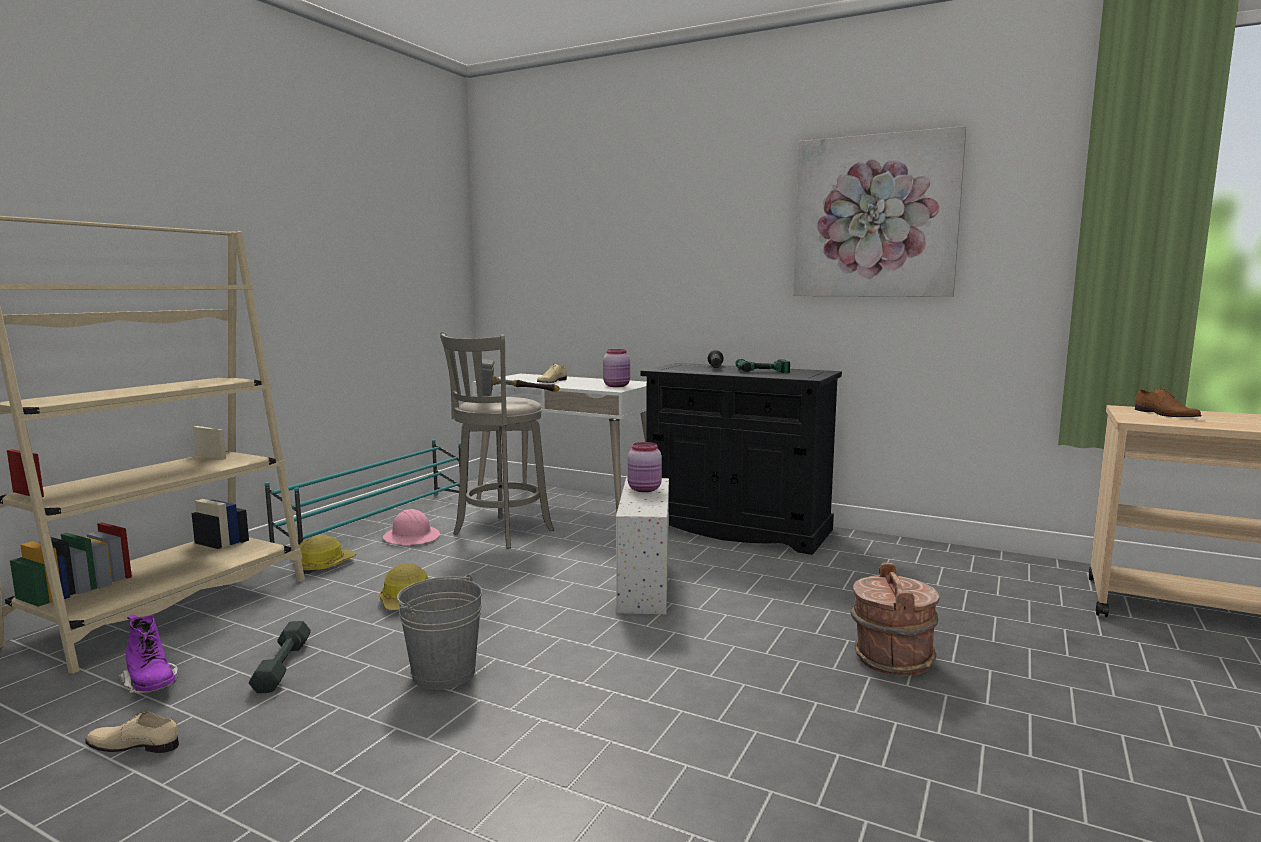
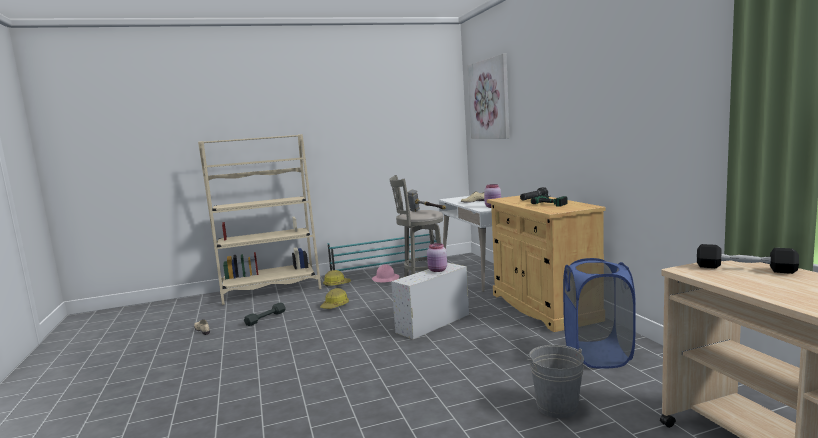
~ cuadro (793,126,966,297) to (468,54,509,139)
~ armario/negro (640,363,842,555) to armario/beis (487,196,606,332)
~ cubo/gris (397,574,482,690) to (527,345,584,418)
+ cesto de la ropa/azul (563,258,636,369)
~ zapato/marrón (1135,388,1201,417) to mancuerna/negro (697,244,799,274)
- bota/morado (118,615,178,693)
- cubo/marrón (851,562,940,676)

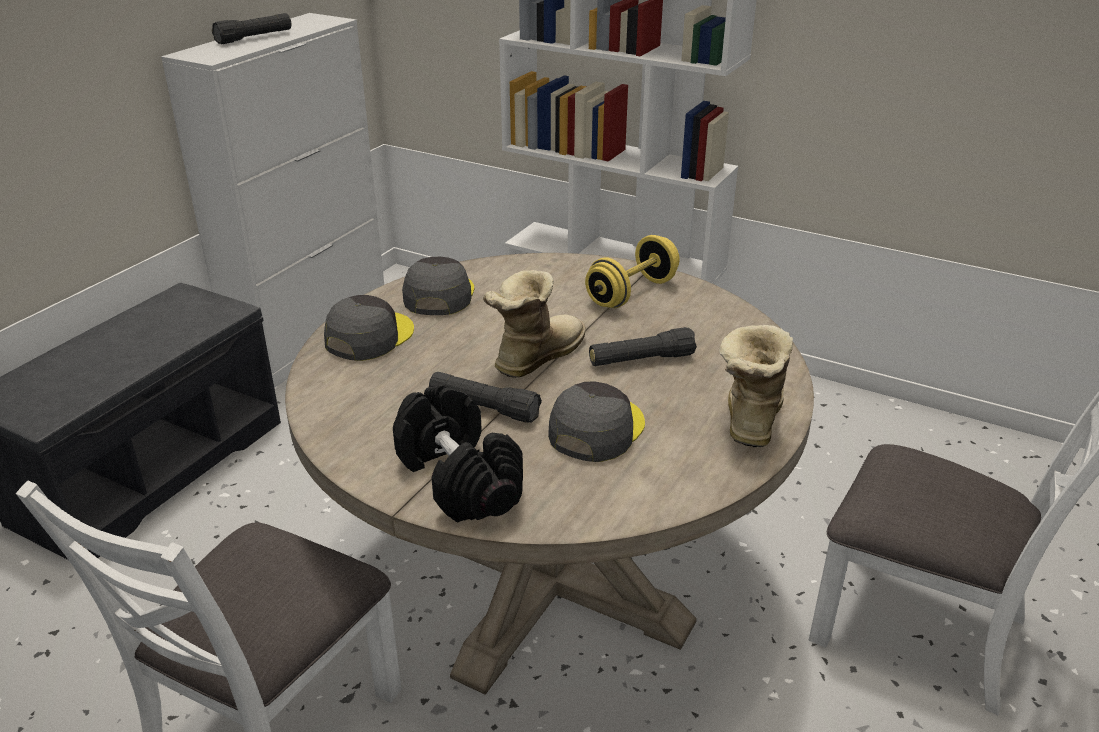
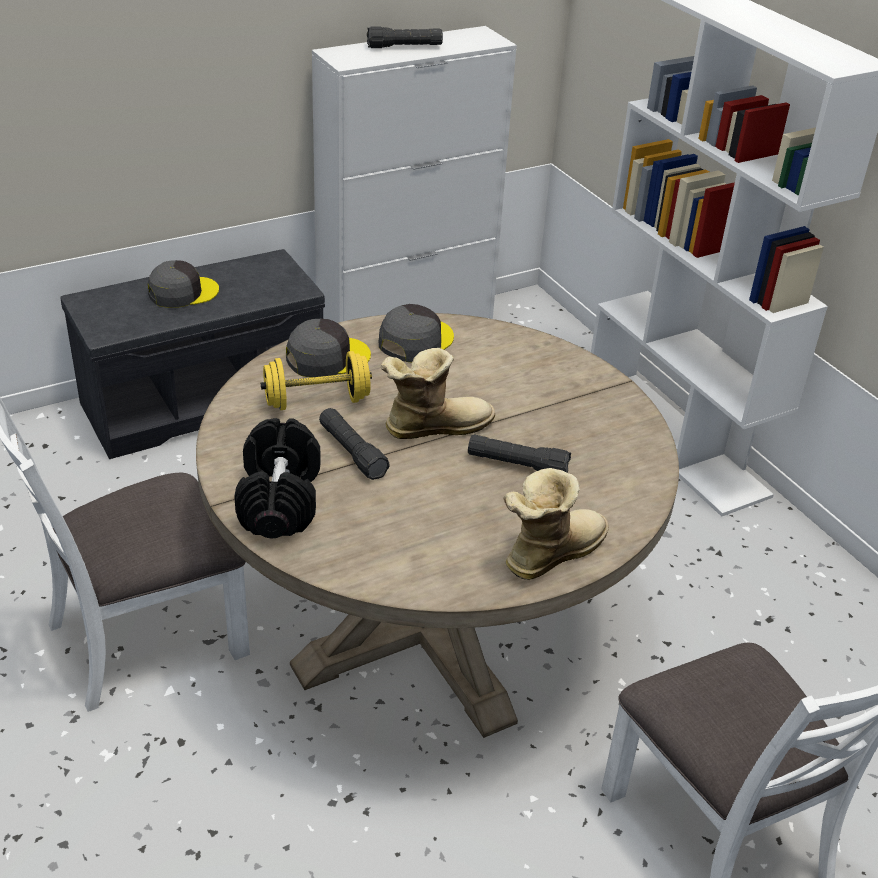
~ gorra/gris (548,382,645,462) to (148,260,219,308)
~ mancuerna/amarillo (585,235,680,308) to (261,351,372,410)

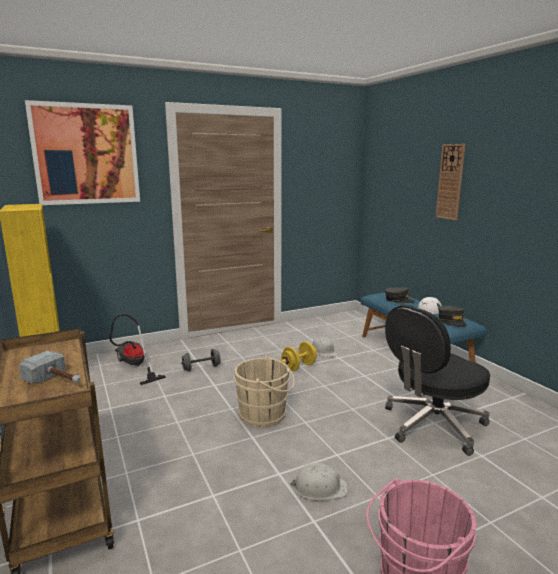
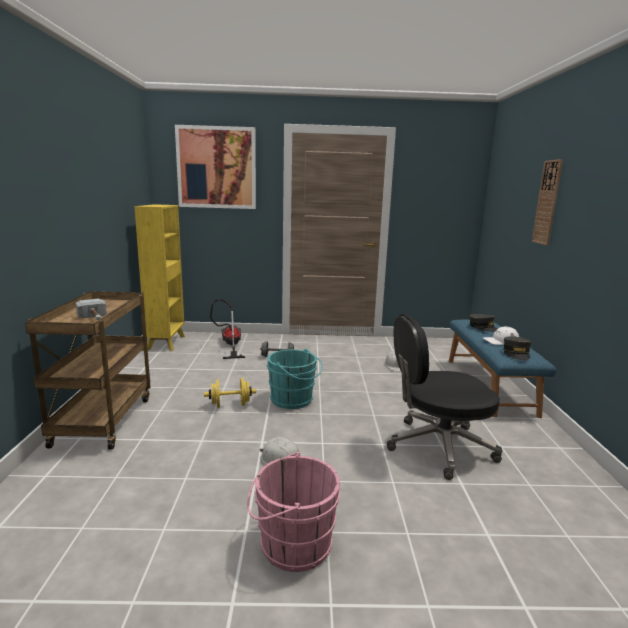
~ mancuerna/amarillo (281,342,317,371) to (204,378,256,408)
~ cubo/beis (234,356,295,427) to cubo/turquesa (267,349,323,409)

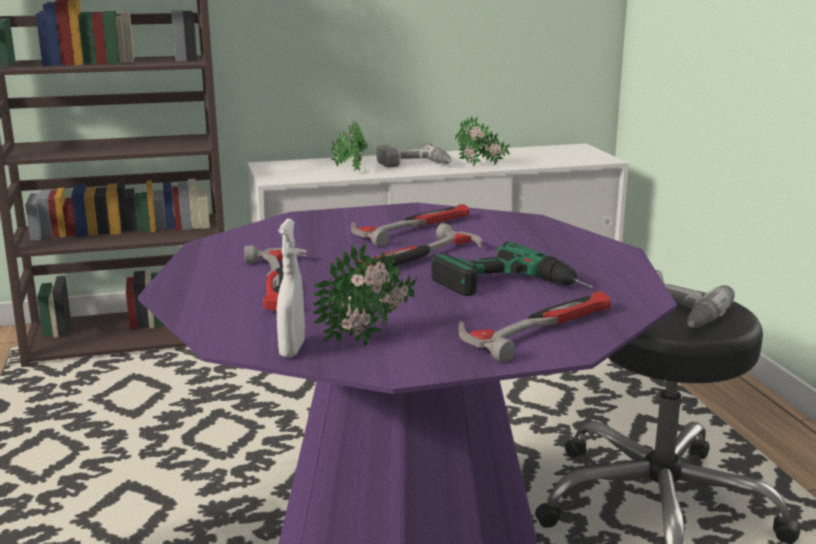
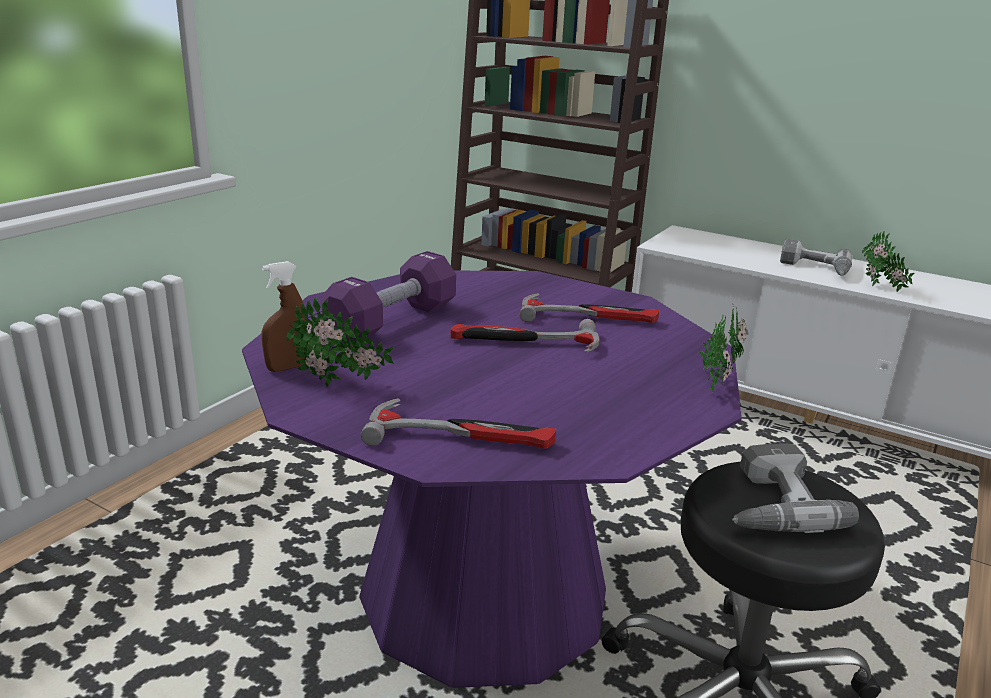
~ pulverizador/blanco (277,219,305,357) to pulverizador/marrón (261,261,307,372)
~ martillo (244,245,308,311) to mancuerna/morado (322,251,456,342)
~ planta en maceta (331,120,368,171) to (699,303,748,394)
- taladro (432,242,593,296)

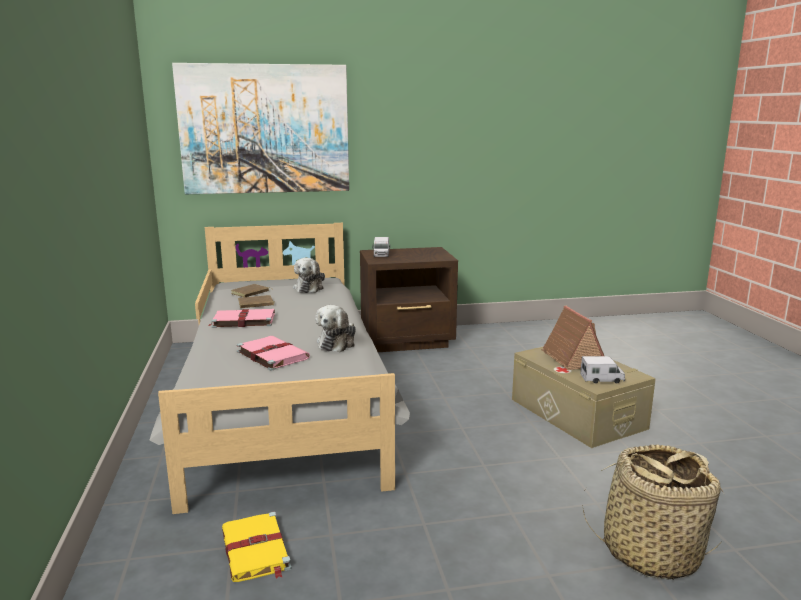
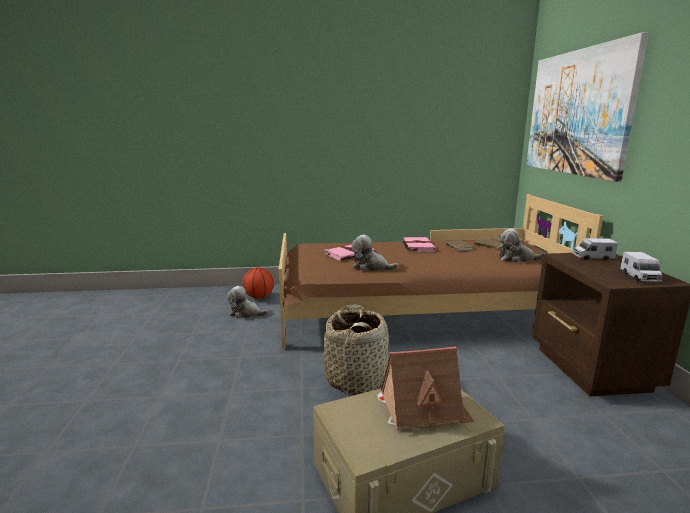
~ libro/amarillo (222,512,292,582) to peluche (227,286,269,319)
+ balón de baloncesto (243,267,274,299)
~ cama/gris (150,223,410,514) to cama/marrón (279,194,603,350)
~ cesta (582,444,724,580) to (323,304,389,395)
~ camión de juguete (580,356,625,384) to (620,252,662,282)

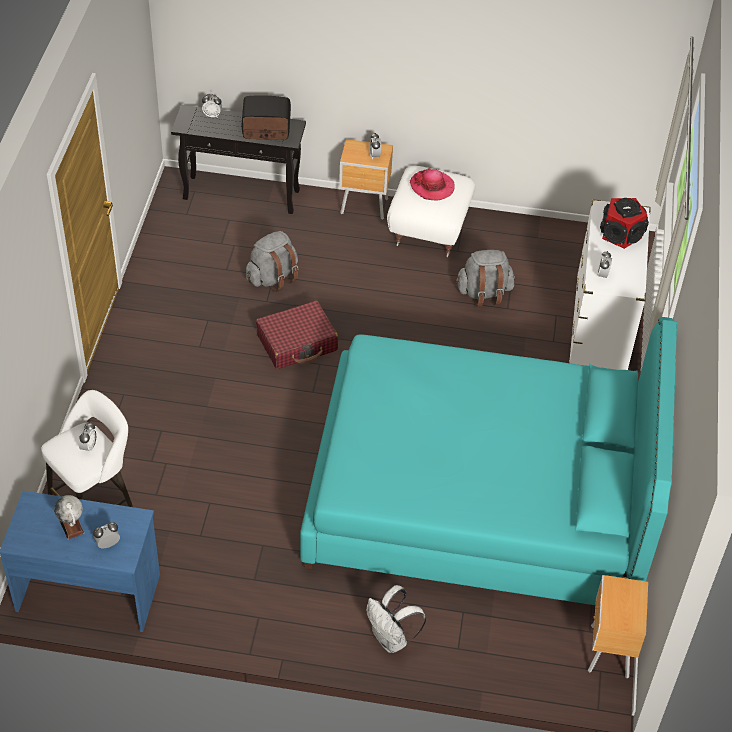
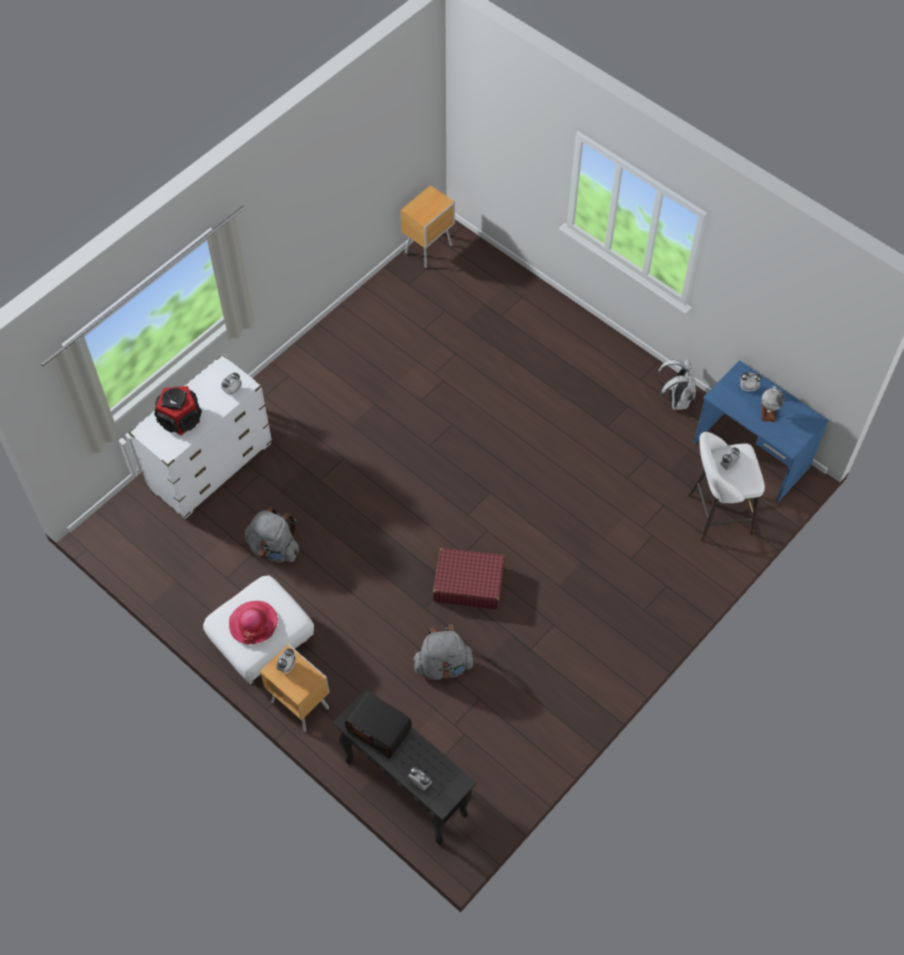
~ mochila/blanco (366,585,426,653) to (657,359,696,410)
- cama/turquesa (300,317,677,605)

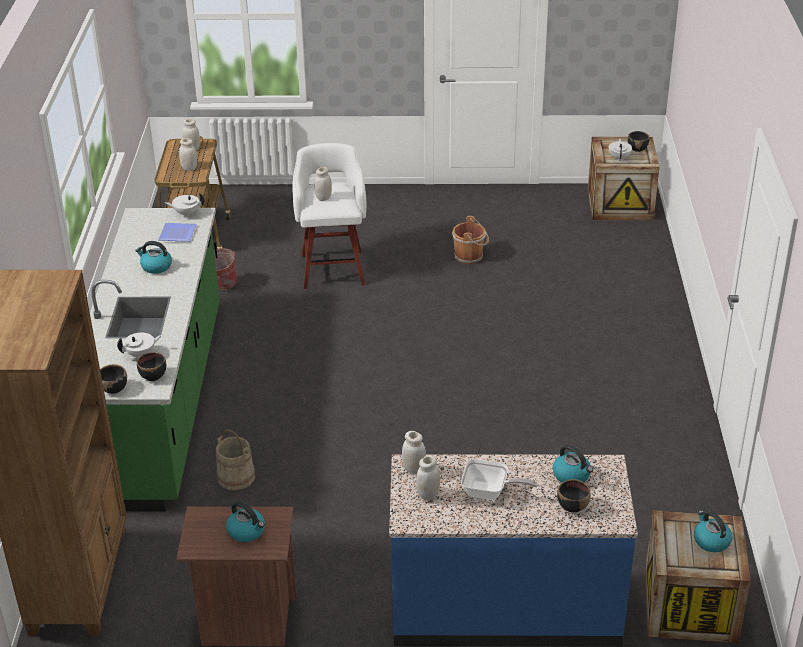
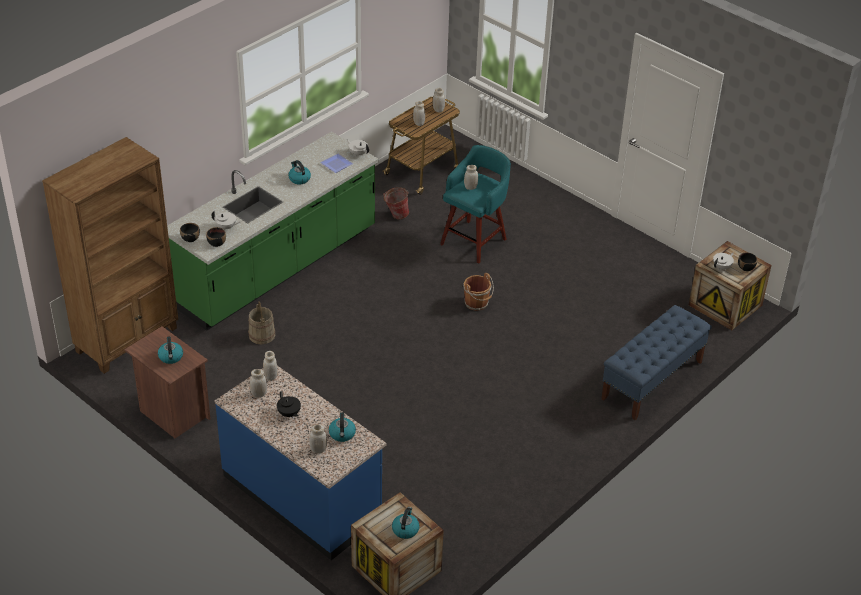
~ sartén (461,459,537,500) to tetera/negro (277,391,301,418)
~ cuenco/negro (557,479,590,512) to tarro/blanco (309,425,327,454)
~ taburete/blanco (292,143,366,289) to taburete/turquesa (440,145,511,263)
~ cubo/marrón (452,216,489,264) to (463,273,494,311)
+ banco/azul (601,305,712,420)

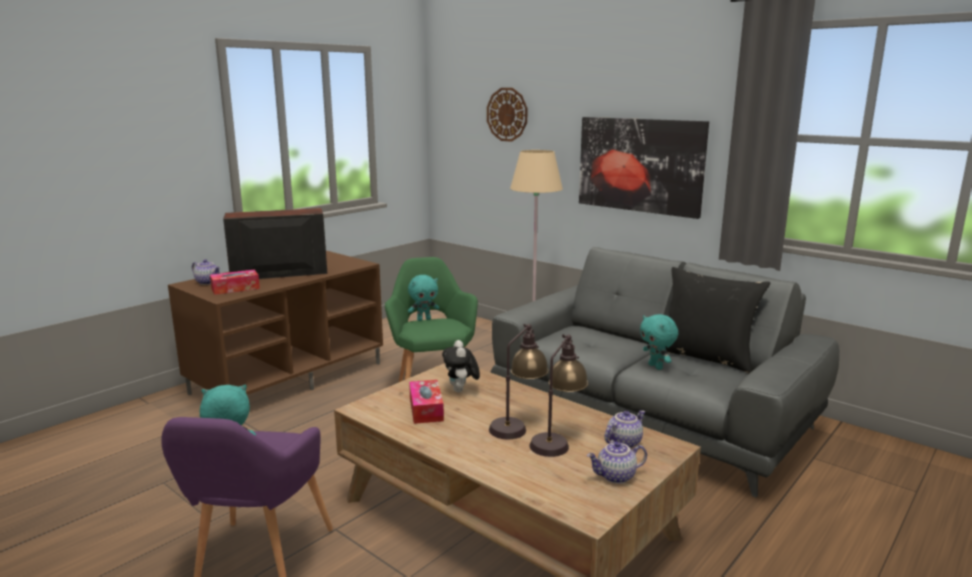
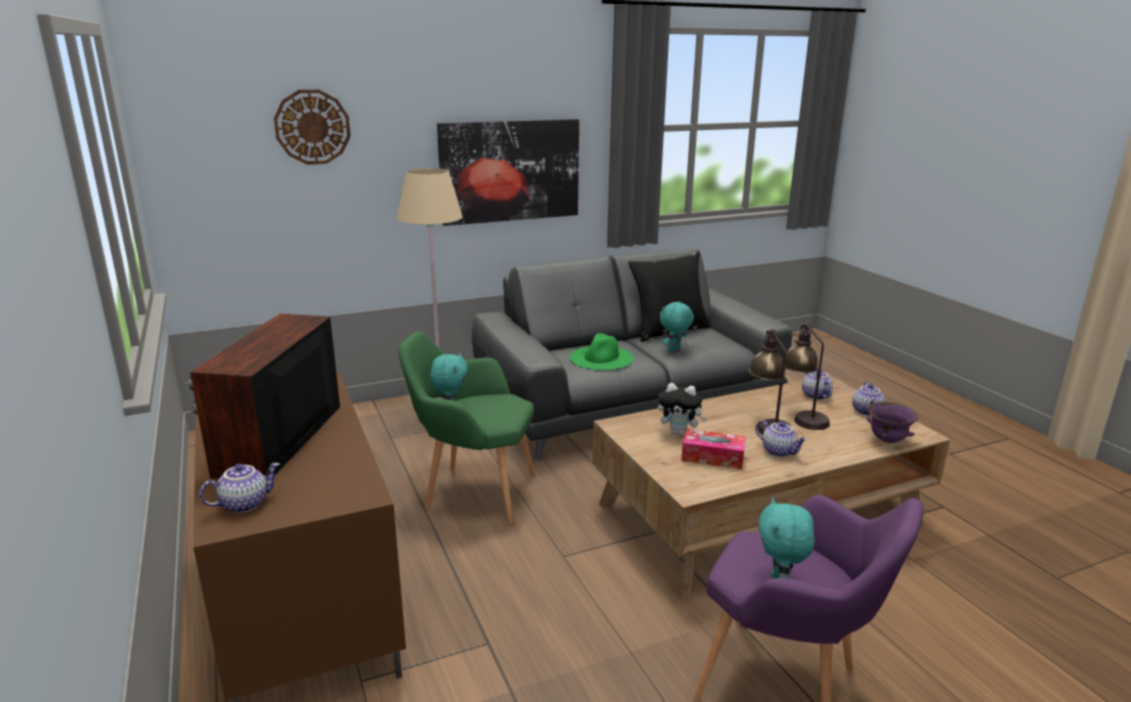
+ sombrero/verde (570,333,634,370)
~ peluche/turquesa (640,314,678,370) = (660,301,694,352) 135 degrees clockwise
+ tetera (756,420,807,457)
+ cuenco/morado (867,402,919,443)
- caja de pañuelos (210,270,260,295)

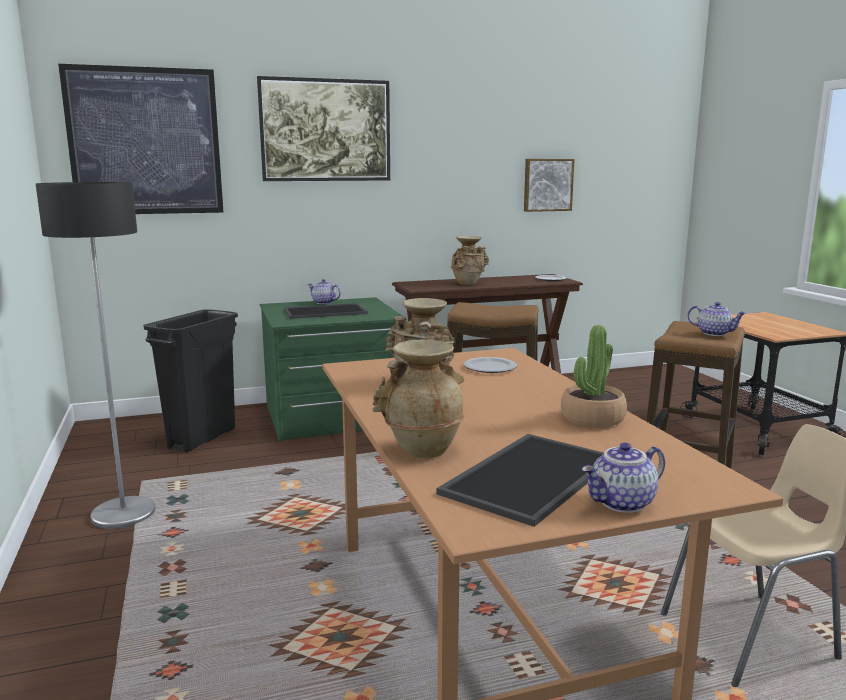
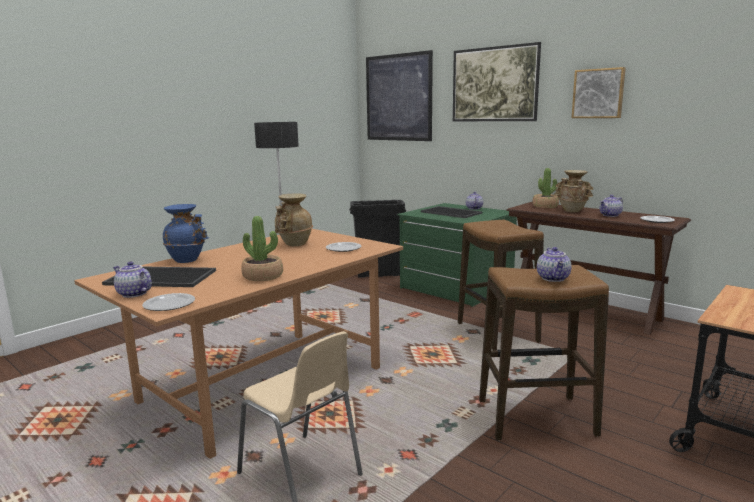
+ plato (142,293,195,311)
~ florero/beis (372,339,465,458) to florero/azul (163,204,209,263)
+ planta en maceta (532,168,559,208)
~ cuadro (524,159,575,212) to (572,67,626,118)
+ tetera (600,195,623,217)

